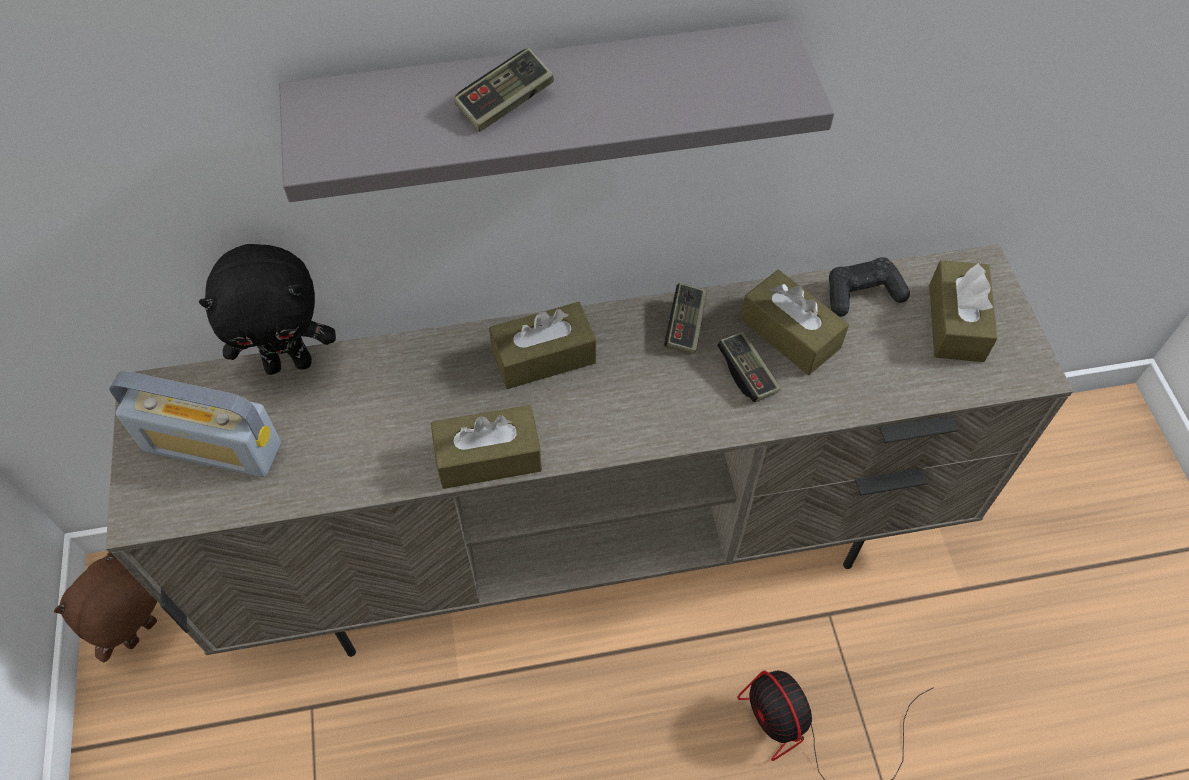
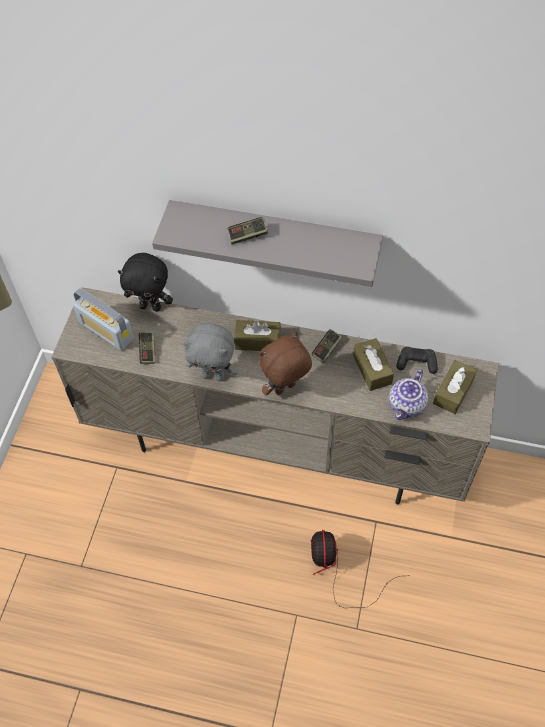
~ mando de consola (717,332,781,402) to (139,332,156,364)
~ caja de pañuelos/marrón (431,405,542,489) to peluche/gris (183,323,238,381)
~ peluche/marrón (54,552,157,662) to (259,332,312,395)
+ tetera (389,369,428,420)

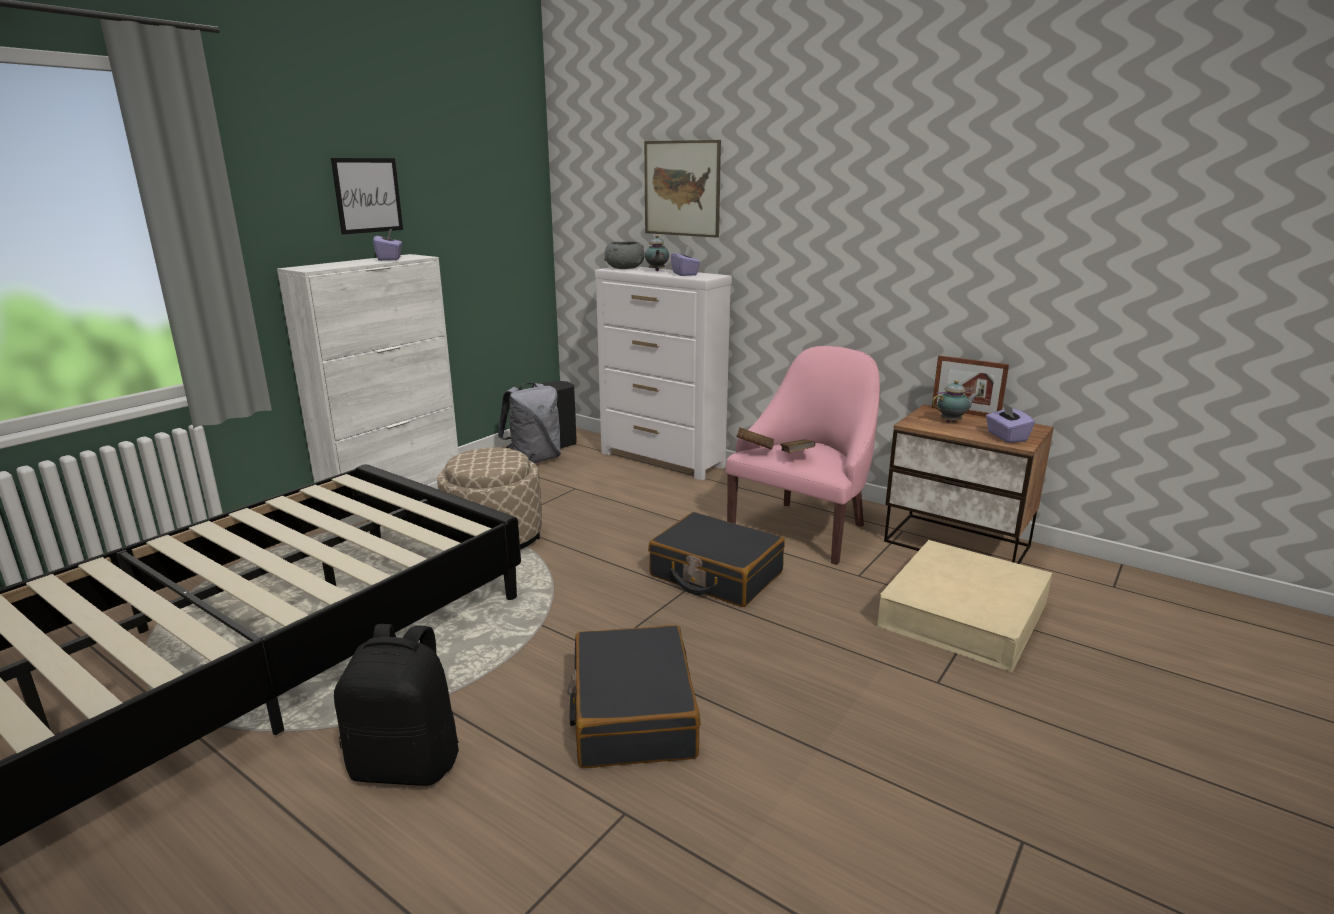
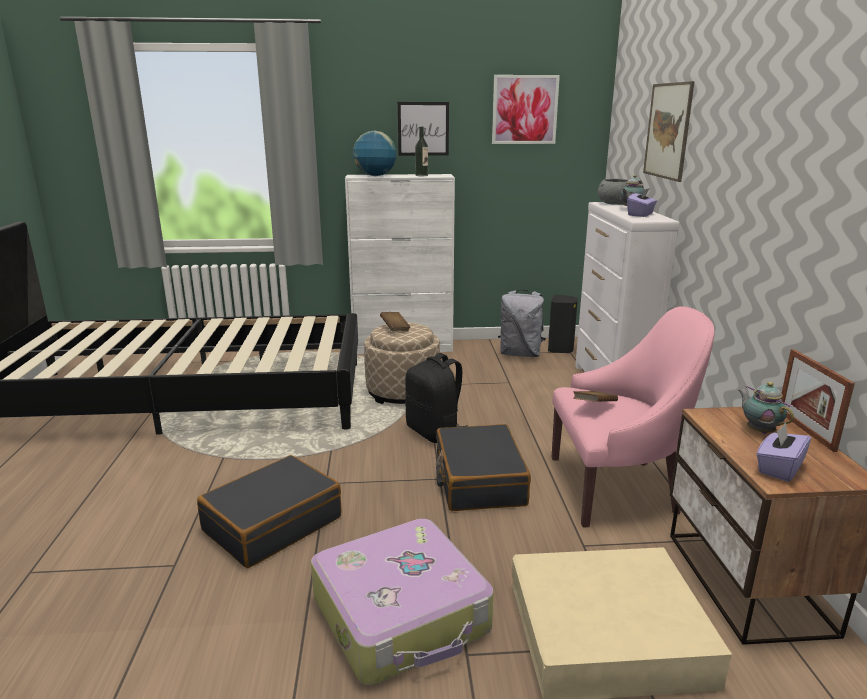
+ maleta (311,519,494,686)
+ globo terráqueo (353,131,396,176)
~ libro/marrón (736,428,774,450) to (380,312,410,332)
~ mochila/negro (334,624,459,786) to (405,353,465,443)
~ caja de pañuelos/morado (373,229,402,261) to botella (415,126,428,176)
+ cuadro (492,75,560,144)
~ tetera (932,380,978,422) = (738,382,794,434) 150 degrees counterclockwise

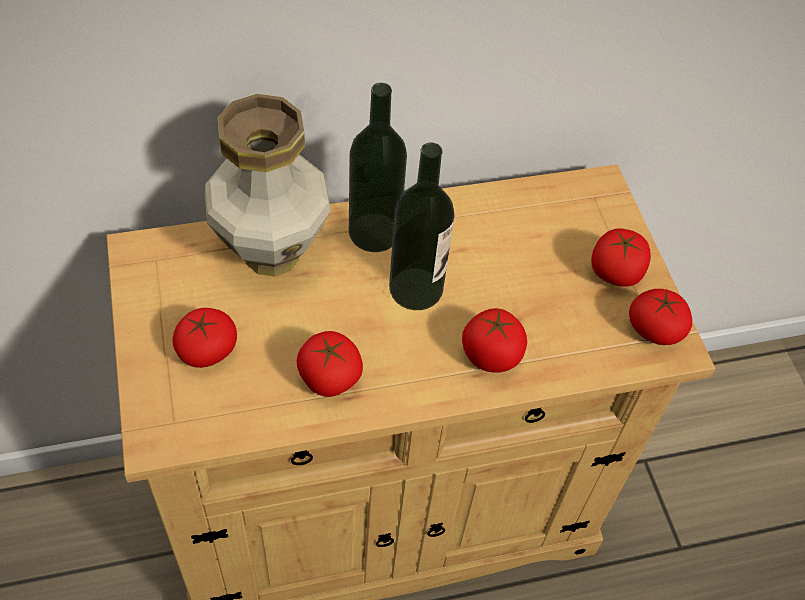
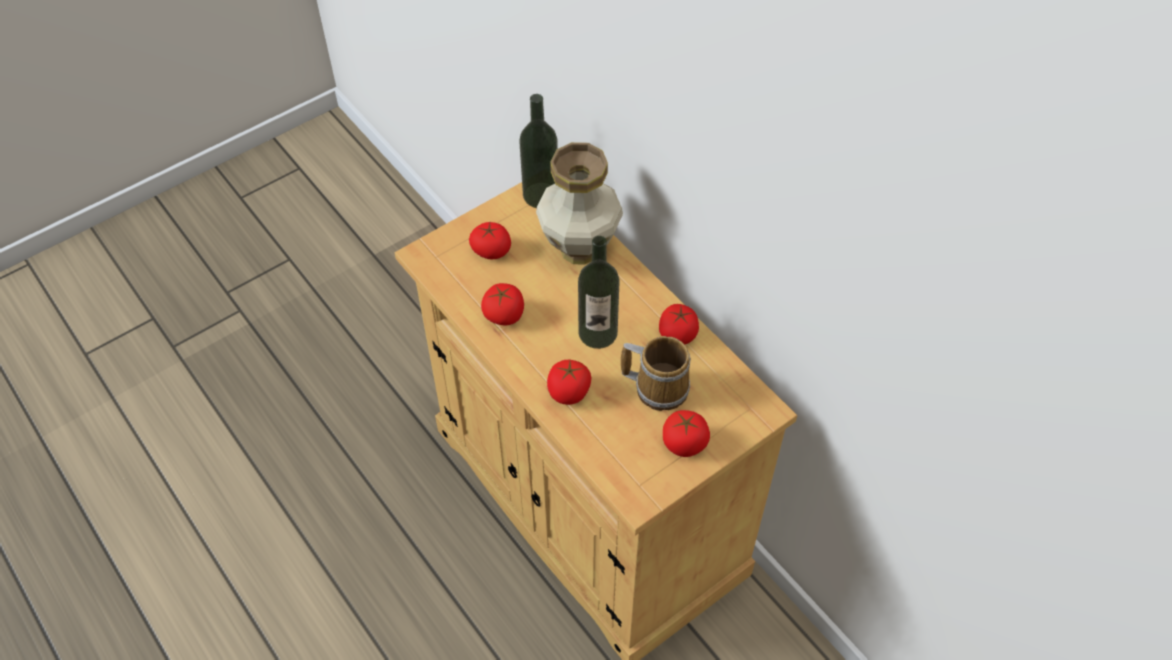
~ botella (349,83,407,252) to (519,94,558,208)
+ taza grande (621,336,691,411)
~ tomate (629,289,692,345) to (659,304,699,344)

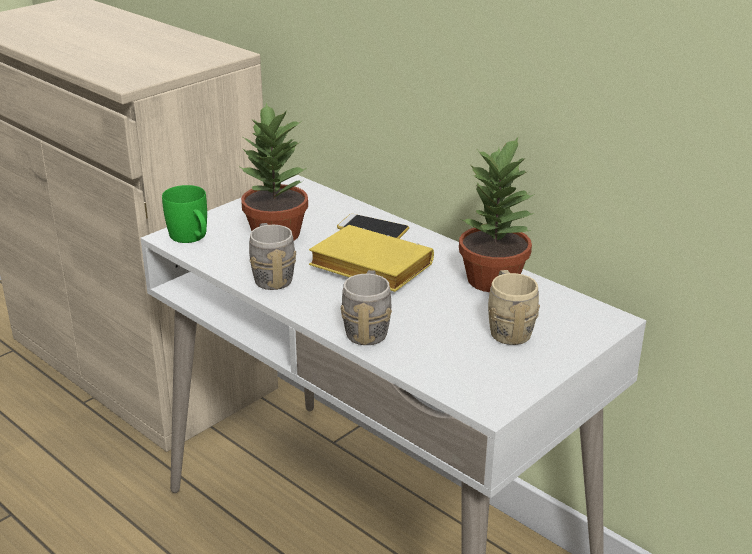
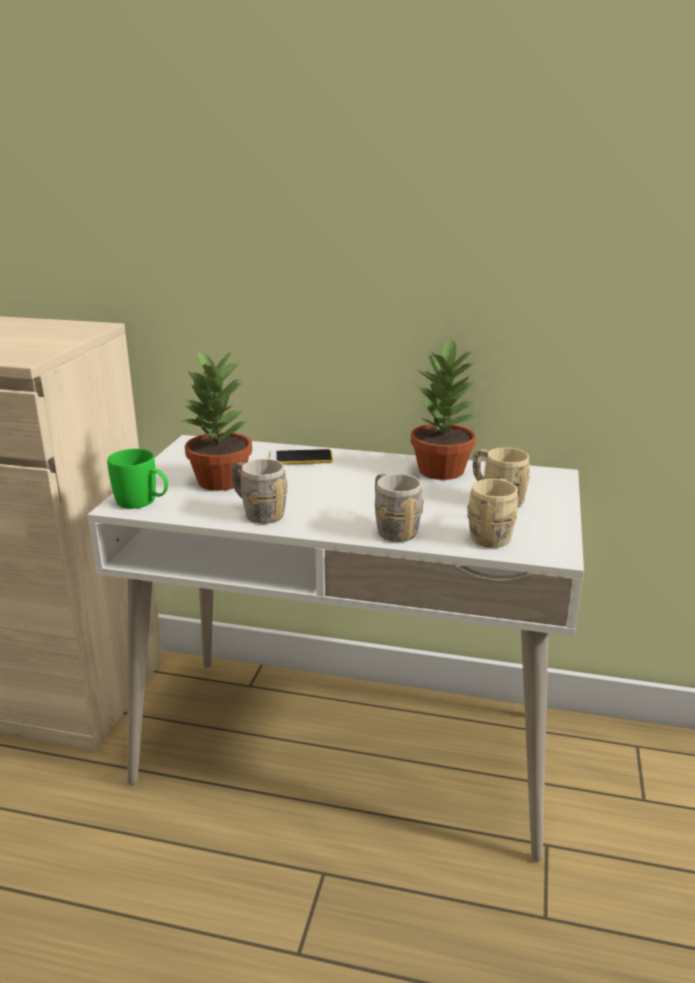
+ taza grande/beis (467,478,518,548)
- libro/amarillo (309,225,434,292)

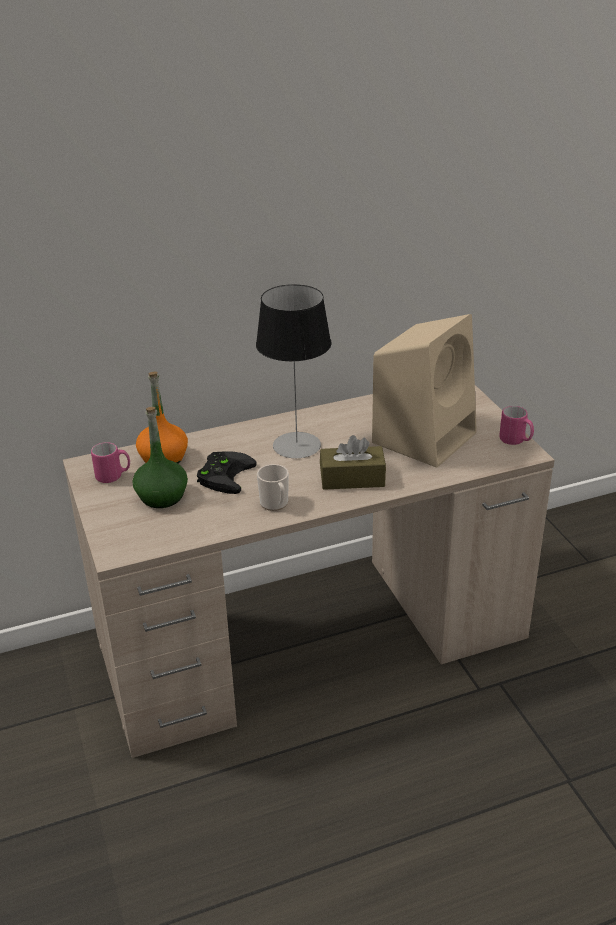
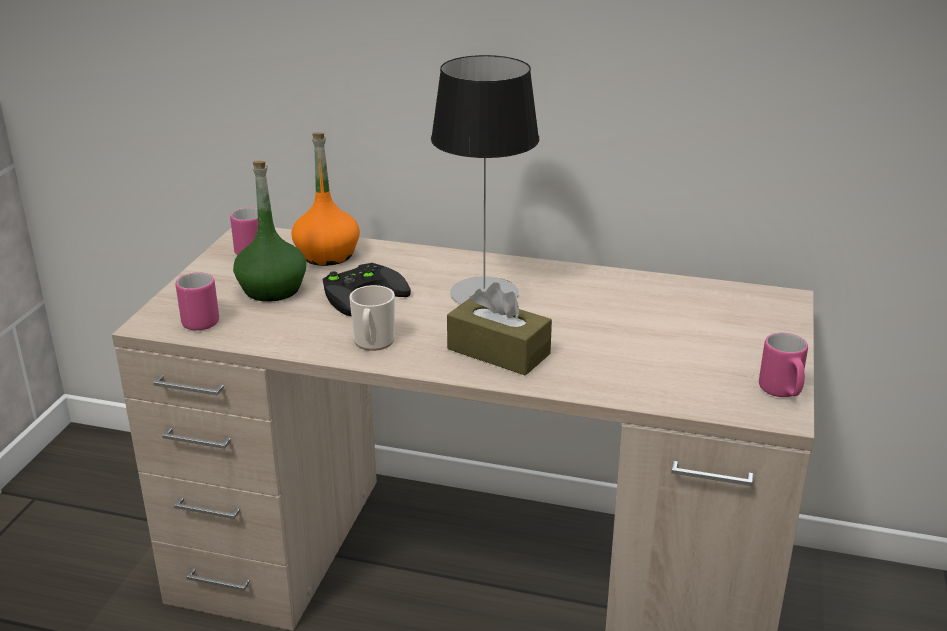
+ taza grande/rosa (176,272,219,331)
- altavoz/beis (372,314,477,468)

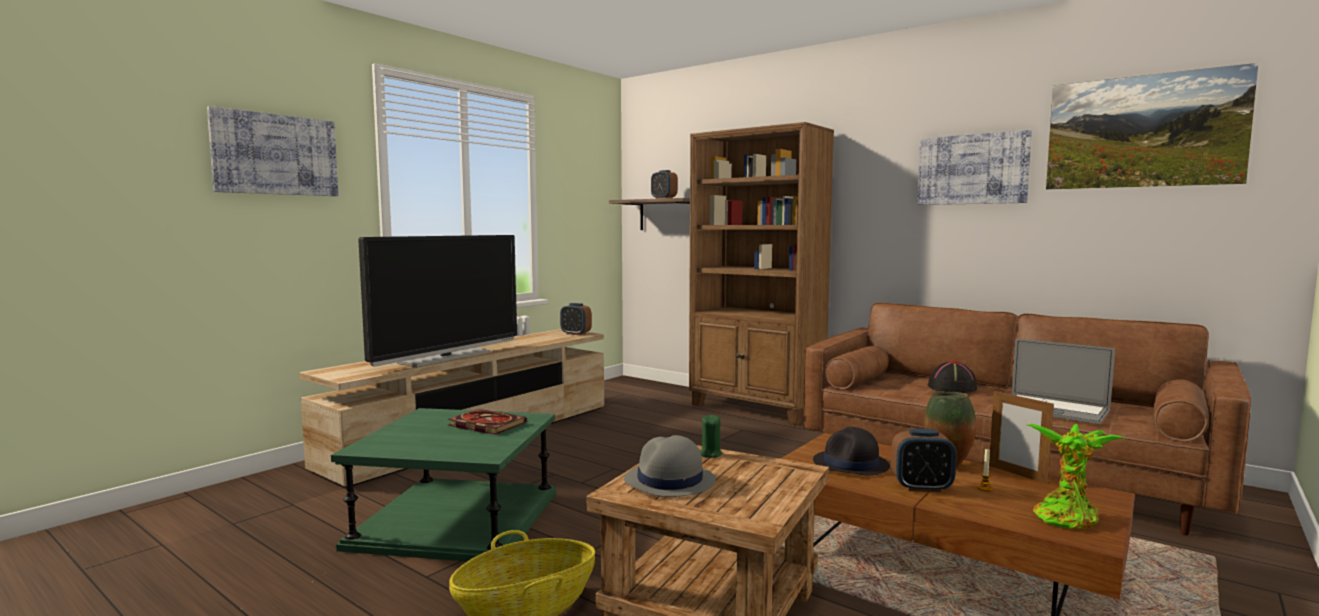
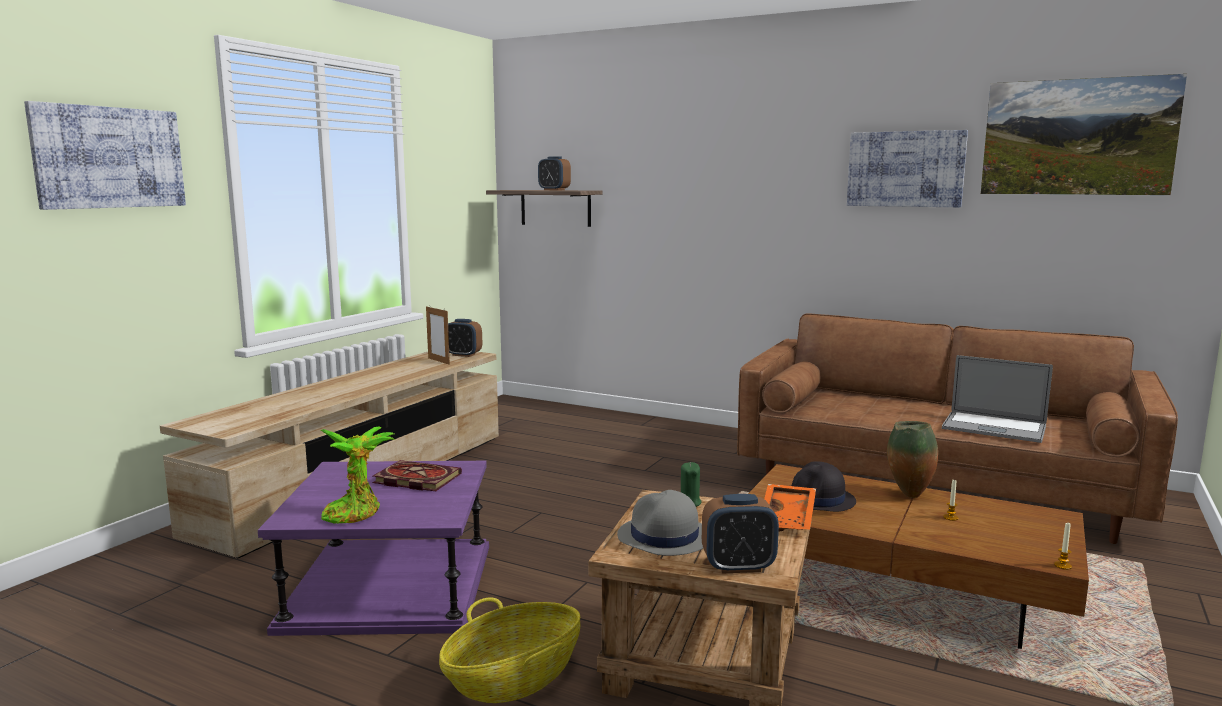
~ mesa auxiliar/verde (331,408,557,562) to mesa auxiliar/morado (258,461,489,636)
~ planta en maceta (1025,424,1125,529) to (321,426,396,524)
~ portarretratos (989,390,1054,484) to (426,306,450,365)
~ despertador (891,429,957,492) to (702,494,779,574)
+ bandeja/naranja (764,484,816,532)
+ vela (1054,523,1072,570)
- televisor (358,235,517,367)
- estantería/marrón (689,122,834,425)
- sombrero/negro (927,361,977,393)

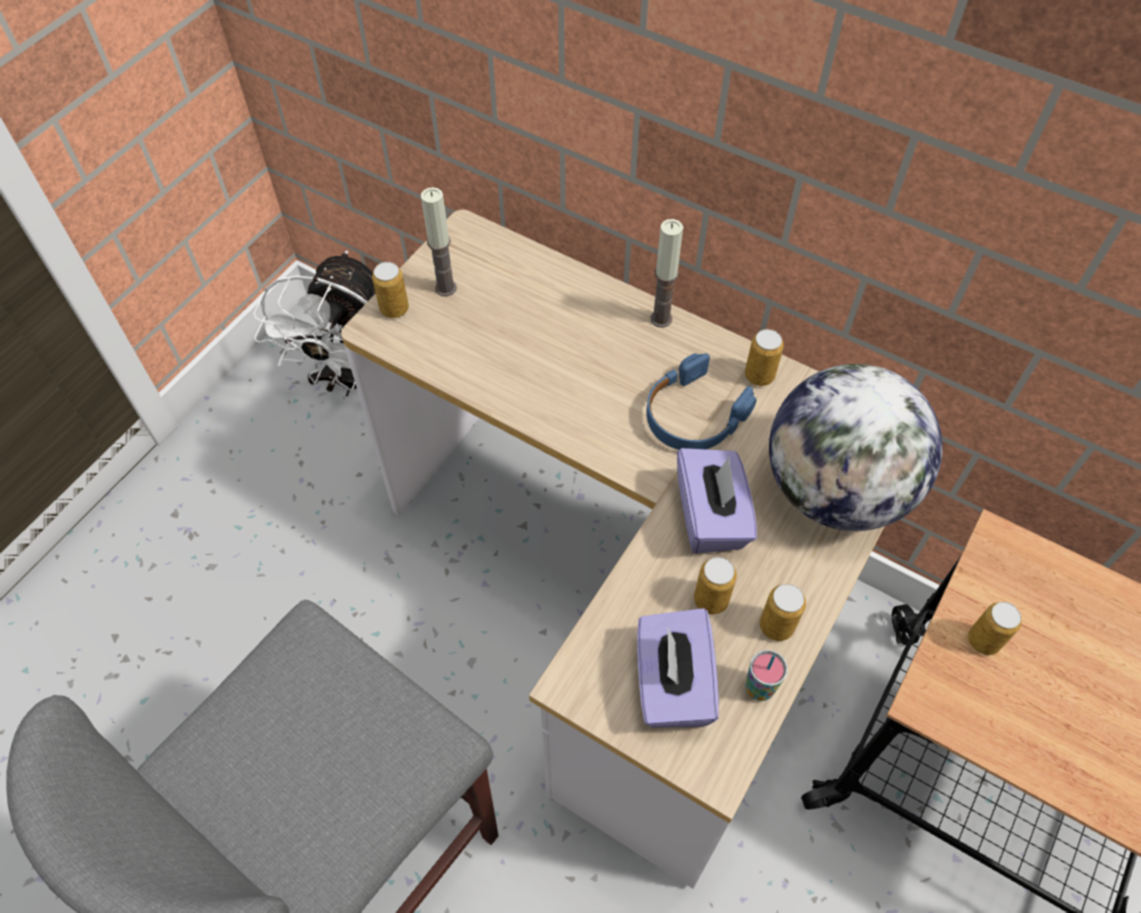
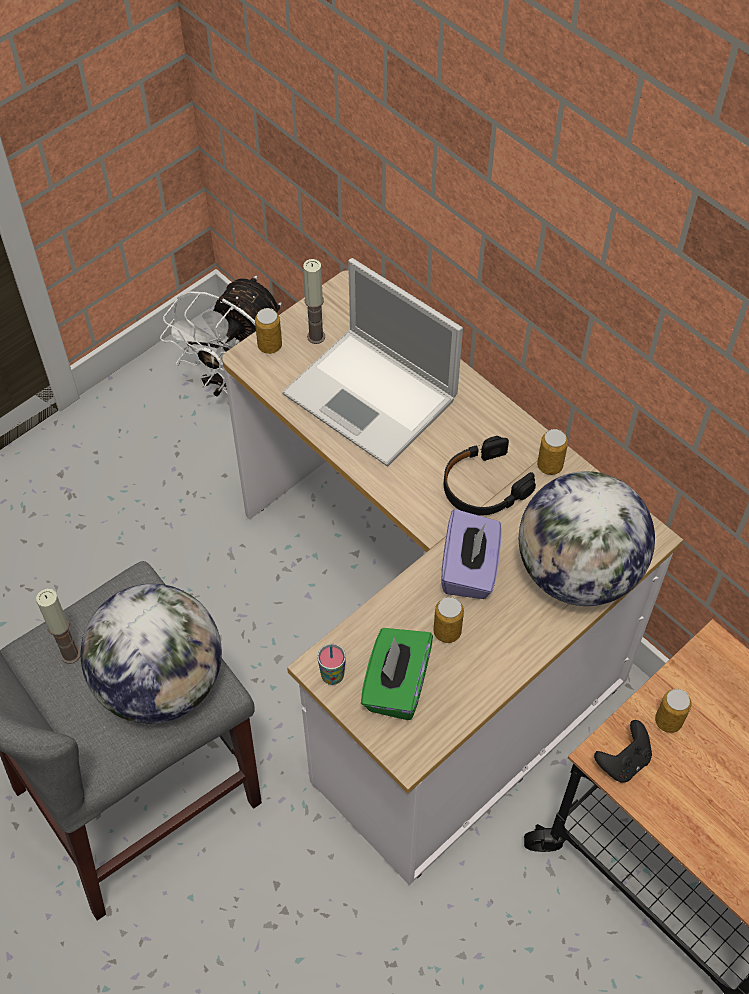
~ vela (651,219,683,328) to (36,589,81,664)
+ globo terráqueo (81,584,222,724)
+ portátil (282,258,463,466)
~ taza (745,650,788,701) to (317,644,346,685)
~ caja de pañuelos/morado (637,608,719,728) to caja de pañuelos/verde (361,628,433,720)
~ auriculares/azul (646,353,757,450) to auriculares/negro (444,436,536,516)
+ mando de consola/negro (594,720,652,783)
- lata (760,584,806,641)

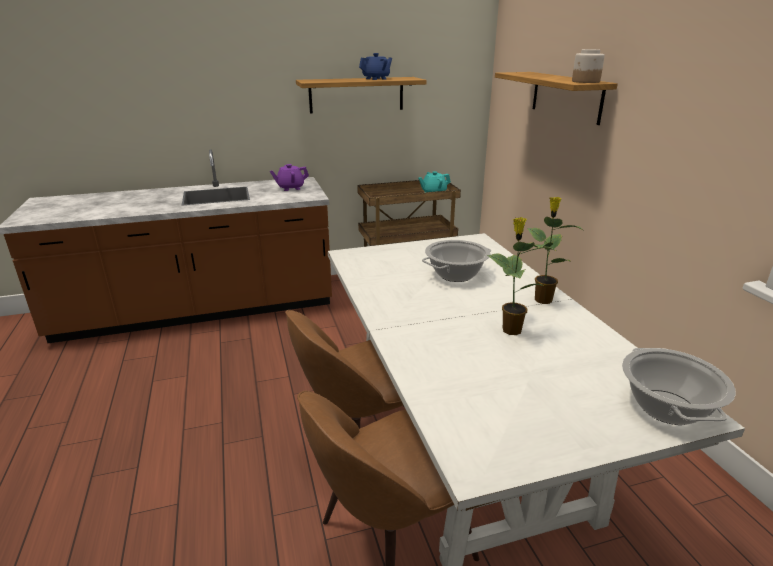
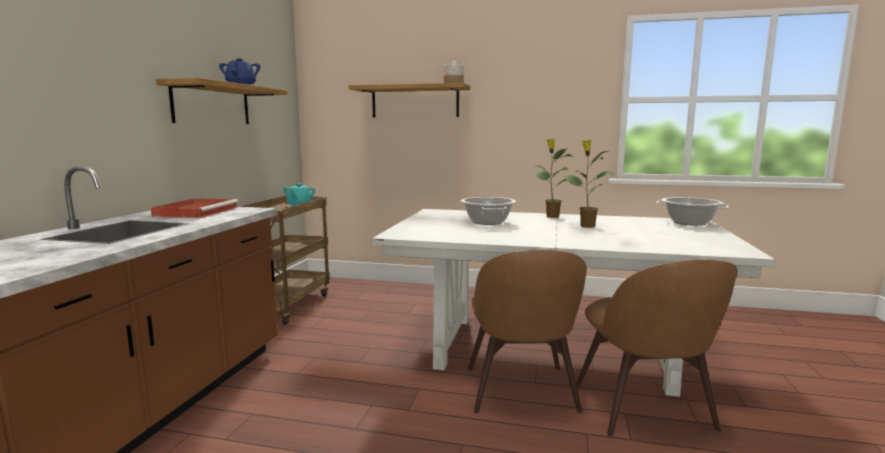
~ tetera/morado (270,164,309,191) to bandeja/rojo (151,198,238,218)

